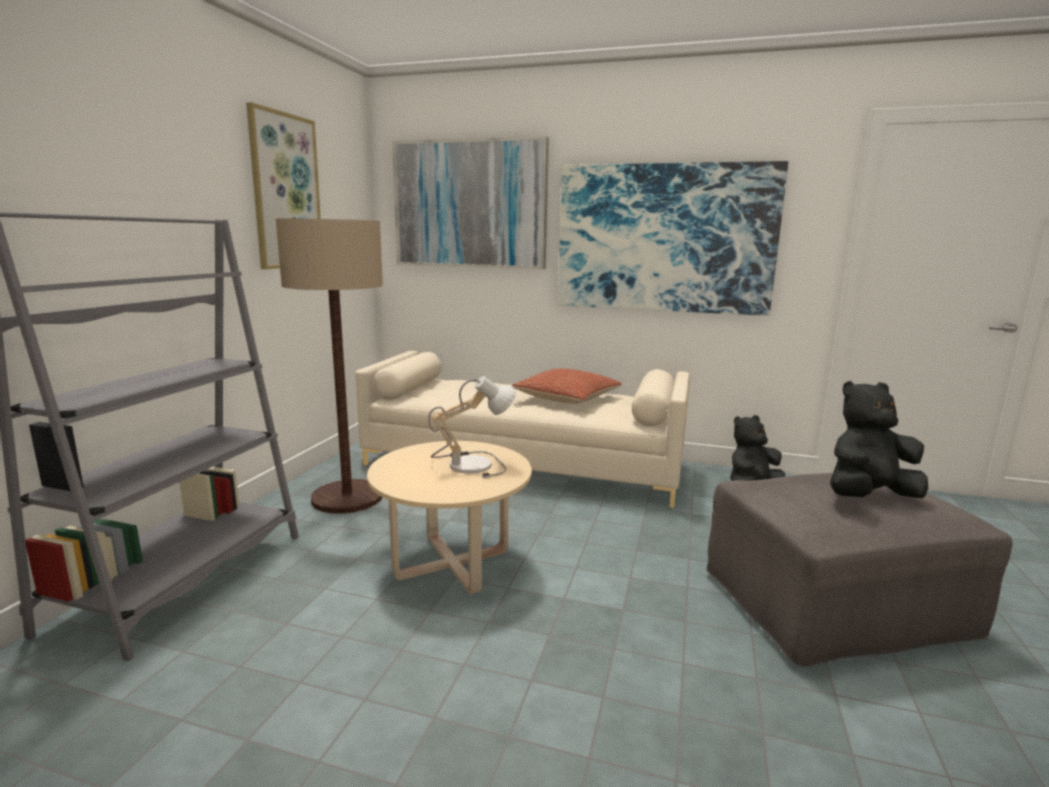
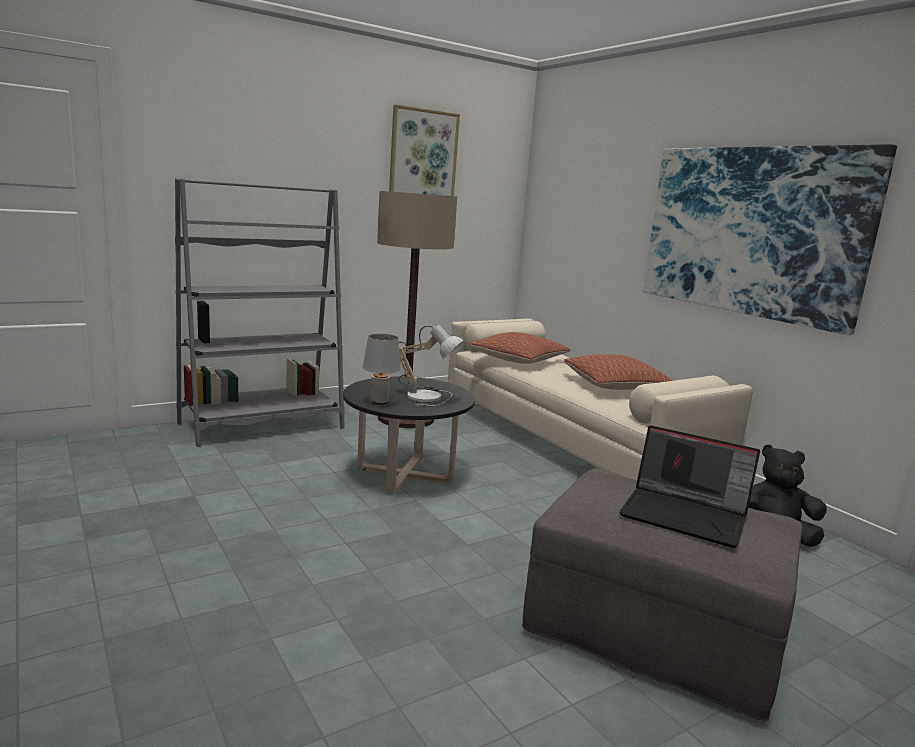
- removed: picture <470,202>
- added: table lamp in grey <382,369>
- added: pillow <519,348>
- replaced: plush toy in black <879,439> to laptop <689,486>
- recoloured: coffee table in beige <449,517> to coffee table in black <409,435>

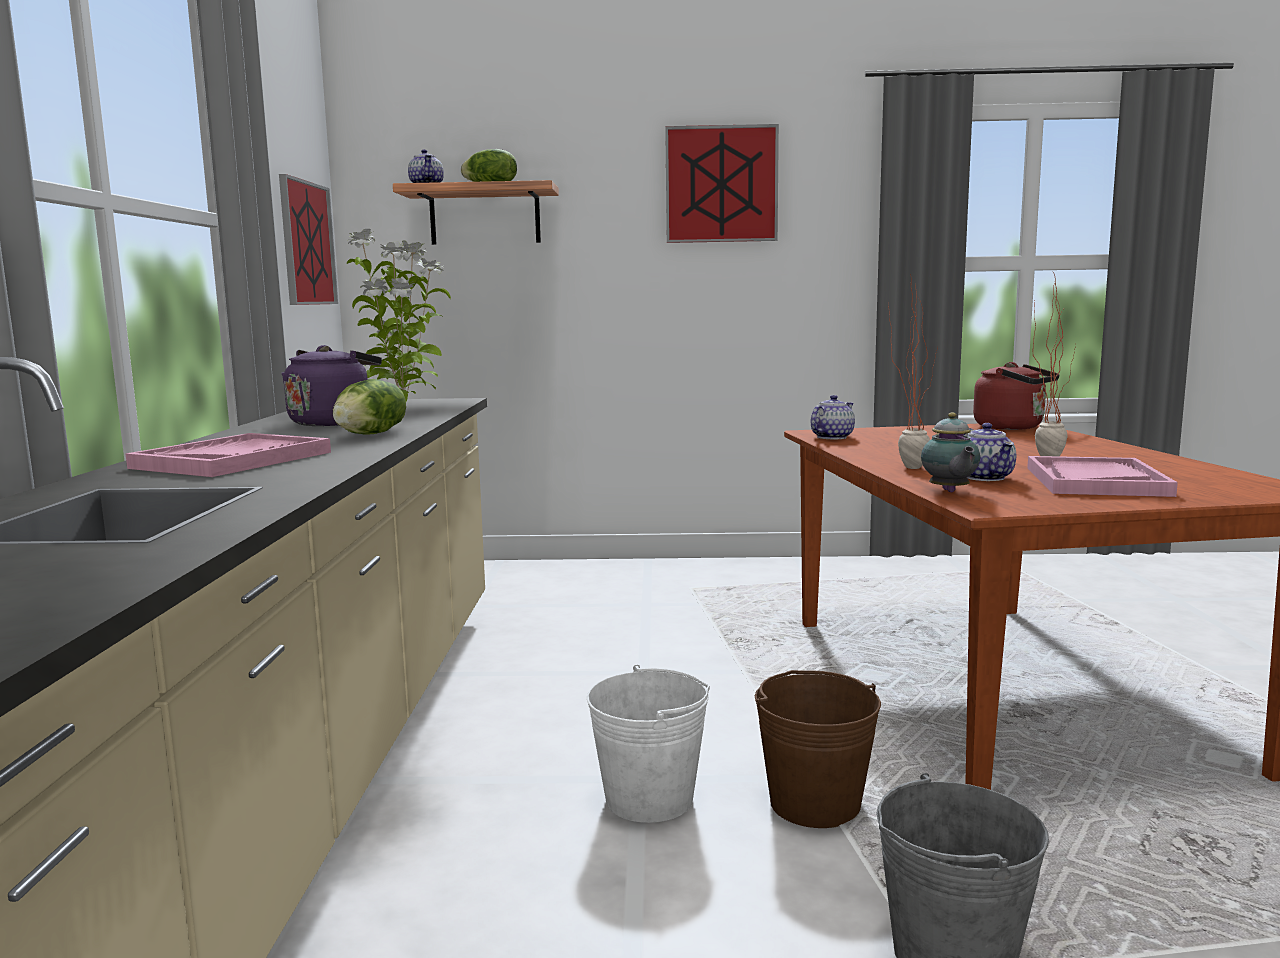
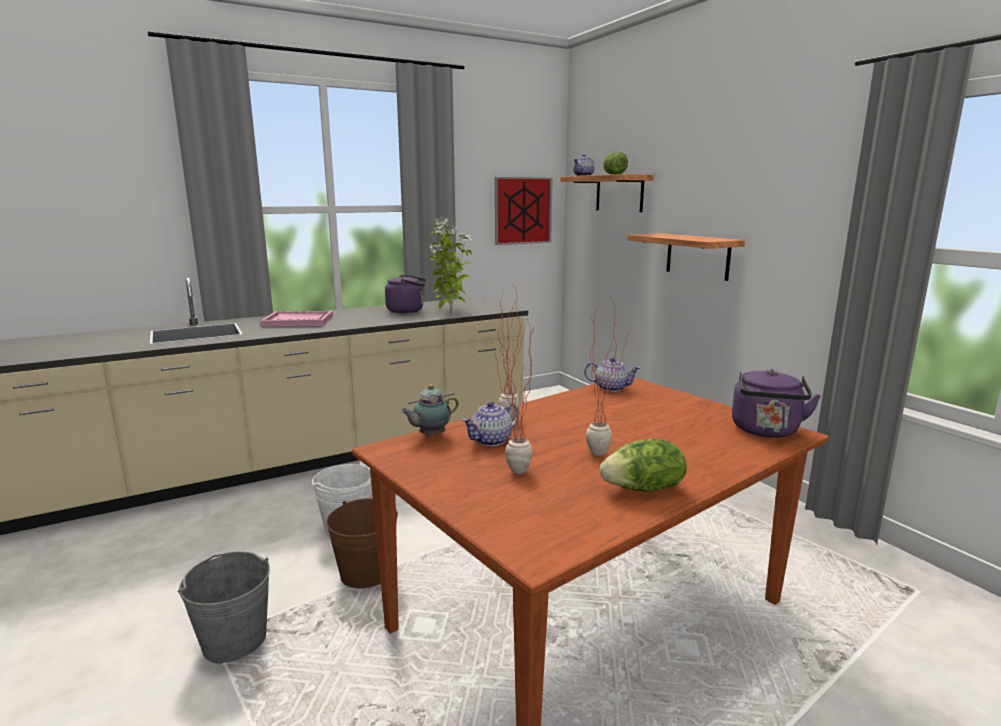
- removed: picture <722,183>
- added: shelf <686,257>
- moved: lettuce <369,407> to <643,465>
- replaced: tray in pink <1102,476> to potted plant <513,390>
- recoloured: kettle in red <1016,396> to kettle in purple <776,403>

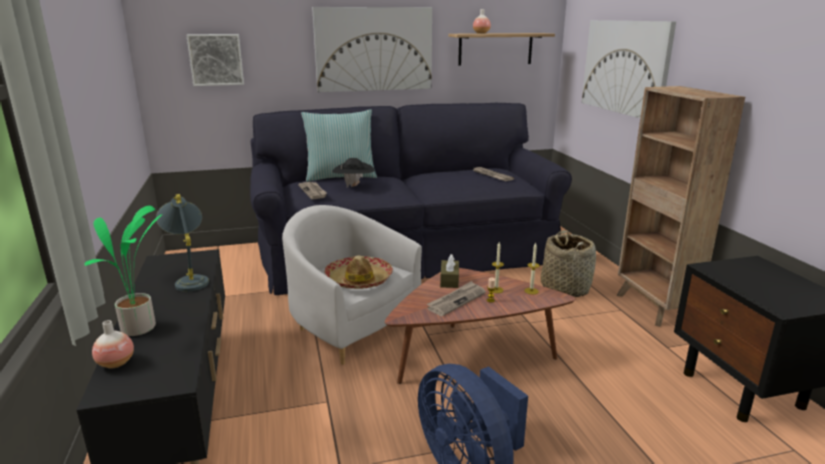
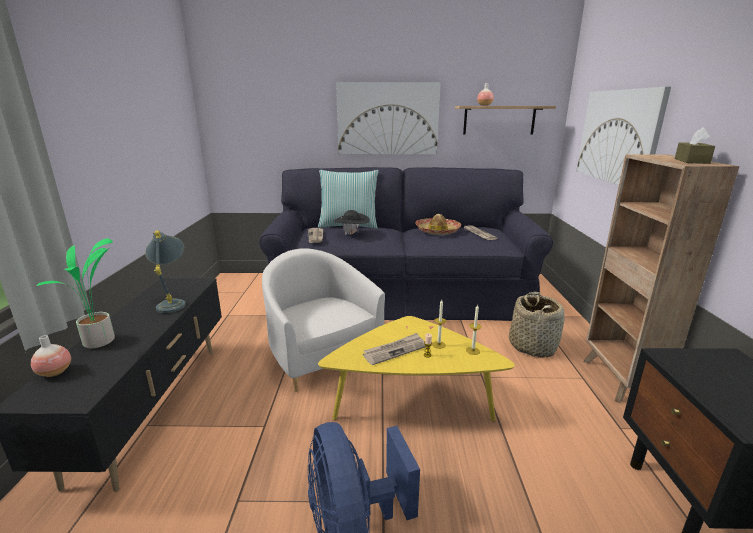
- removed: picture <215,60>
- moved: hat <358,272> to <438,224>
- moved: tissue box in brown <449,271> to <695,145>
- recoloured: coffee table in brown <480,326> to coffee table in yellow <416,368>

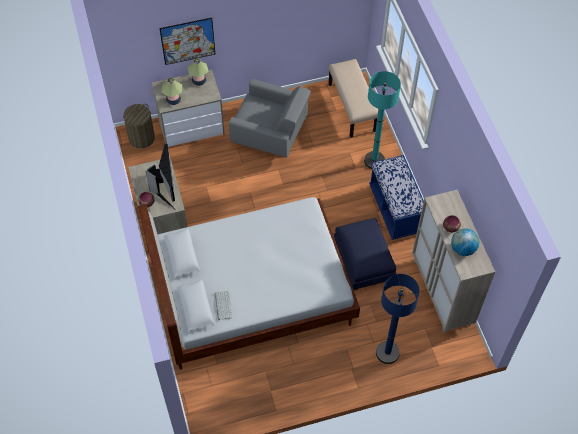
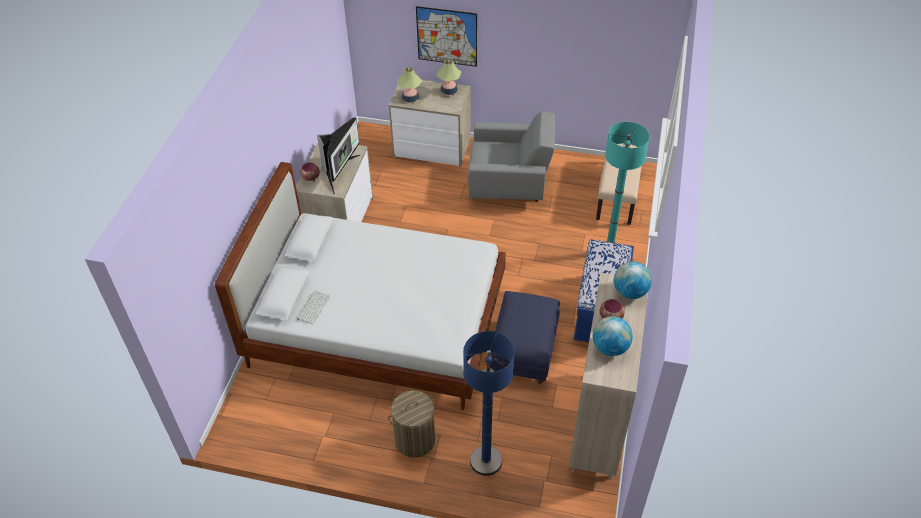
- added: globe <633,280>
- moved: laundry basket <139,126> to <412,424>
- turned: armchair in grey <270,118> = <511,157> 45 degrees counterclockwise

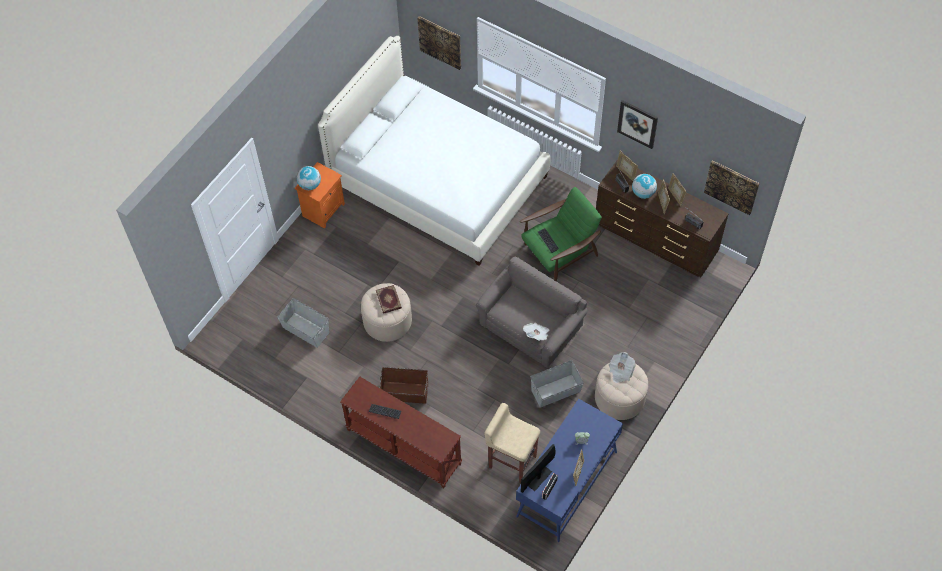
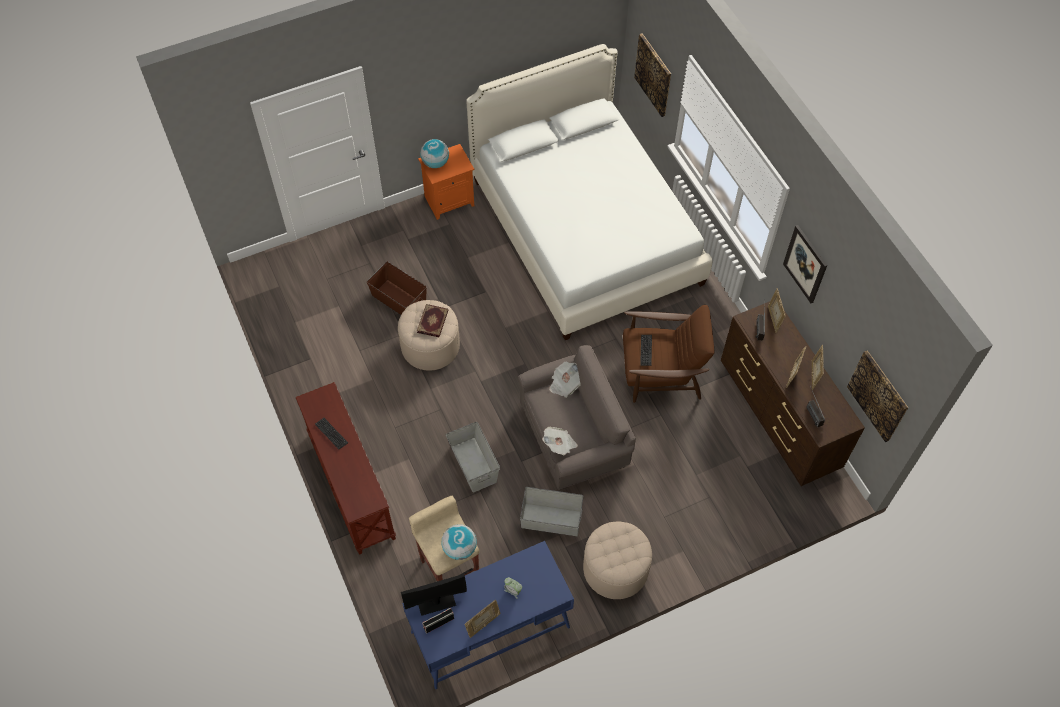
- moved: storage box in grey <303,323> to <473,457>
- moved: storage box in brown <403,385> to <396,288>
- moved: newspaper <622,367> to <565,380>
- moved: globe <644,186> to <459,542>
- recoloured: armchair in green <561,234> to armchair in brown <668,354>

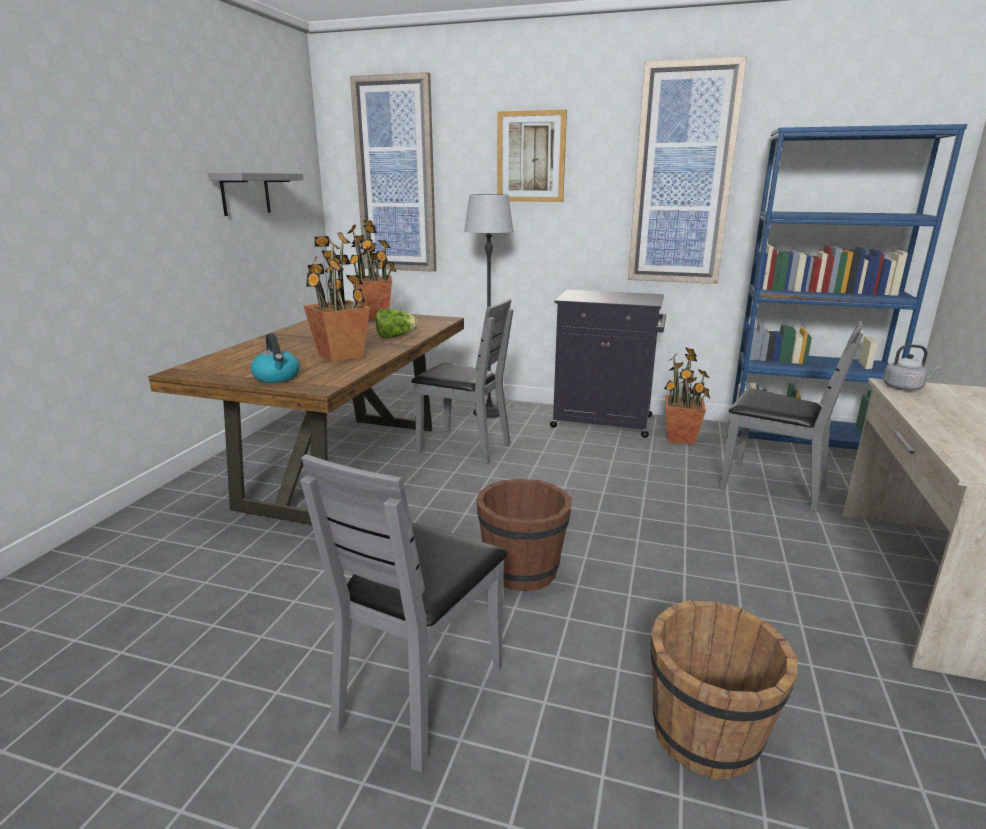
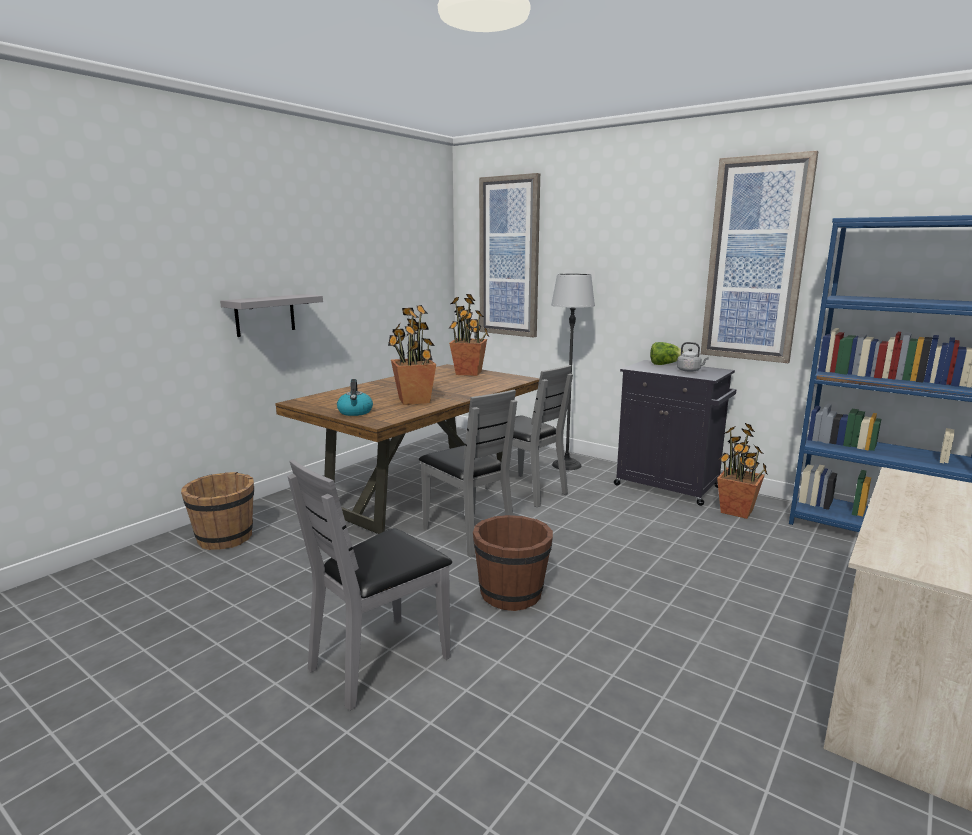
- removed: picture <532,156>
- moved: shelf in grey <256,194> to <271,315>
- moved: lettuce <396,323> to <667,353>
- moved: bucket in brown <723,689> to <217,511>
- moved: chair in grey <791,416> to <468,474>
- moved: kettle in grey <912,367> to <693,357>

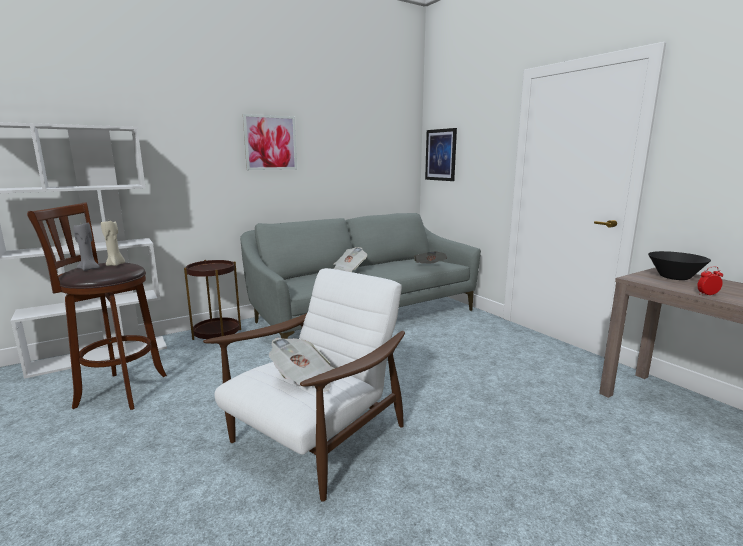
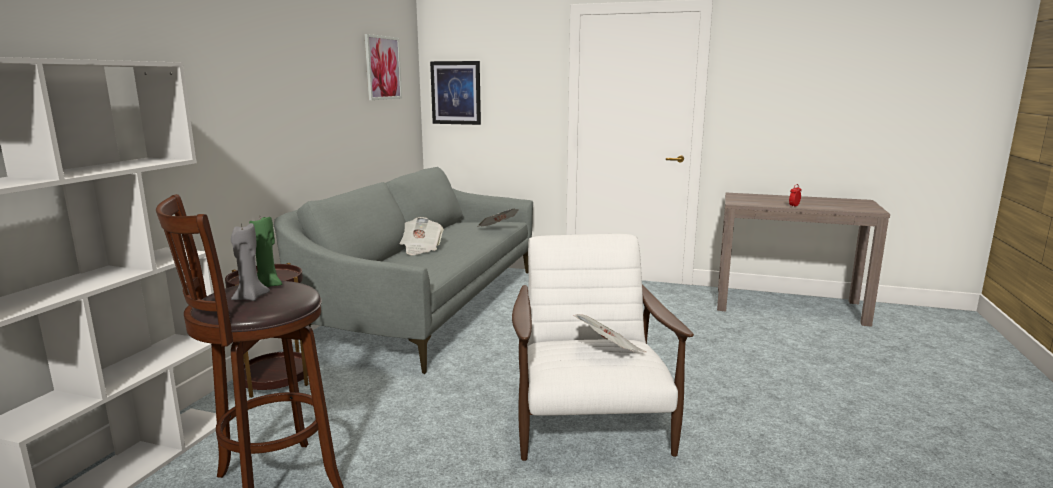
- removed: bowl in black <679,265>
- moved: picture <270,142> to <383,67>
- recoloured: candle in beige <113,243> to candle in green <265,252>

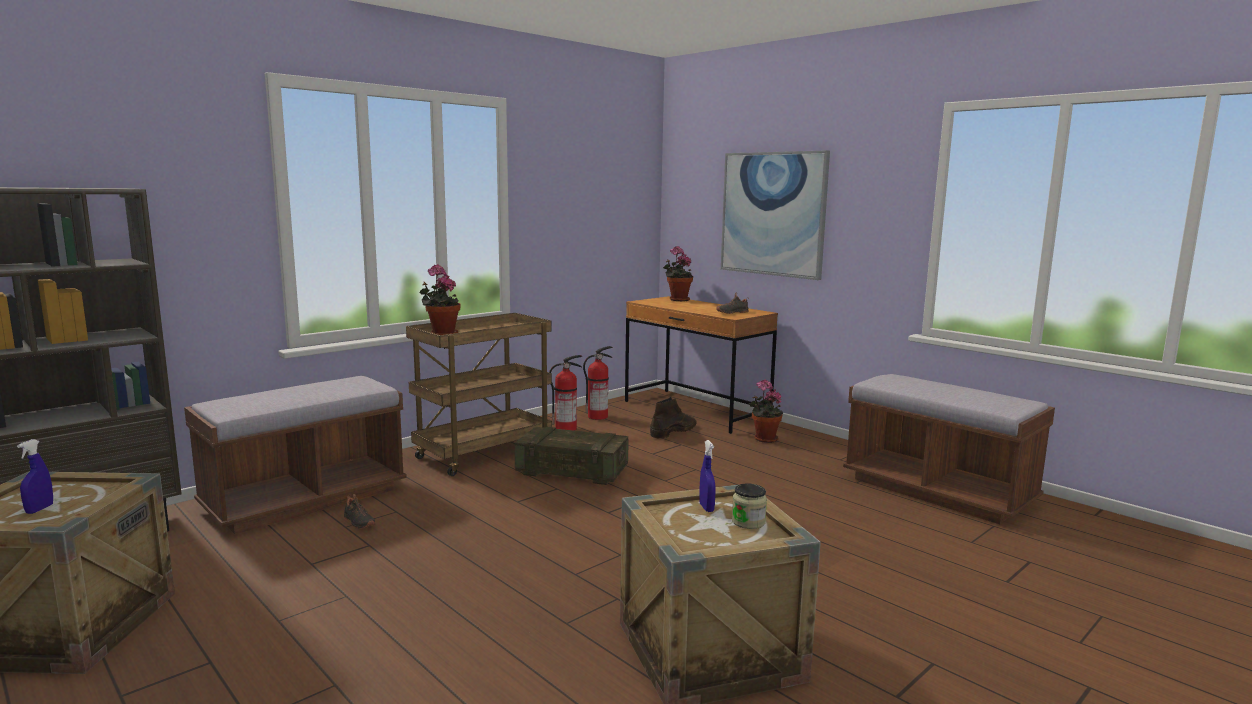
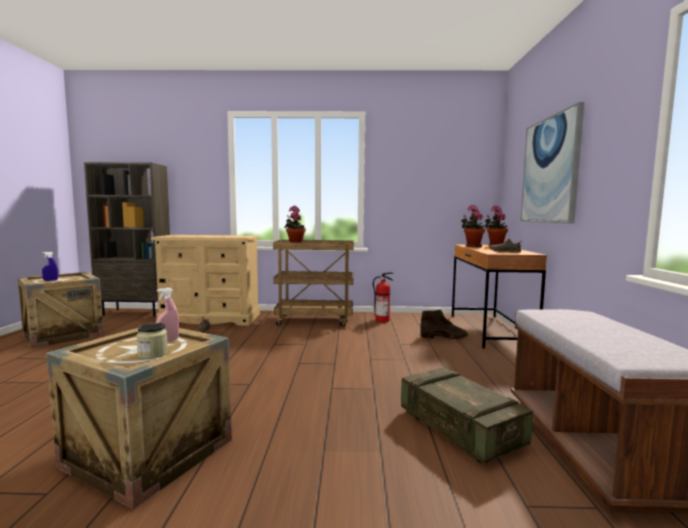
- removed: fire extinguisher <598,383>
- moved: crate <571,456> to <467,415>
- moved: potted plant <766,411> to <473,226>
- replaced: bench in brown <295,455> to dresser in beige <205,280>
- recoloured: spray bottle in blue <707,476> to spray bottle in pink <167,315>

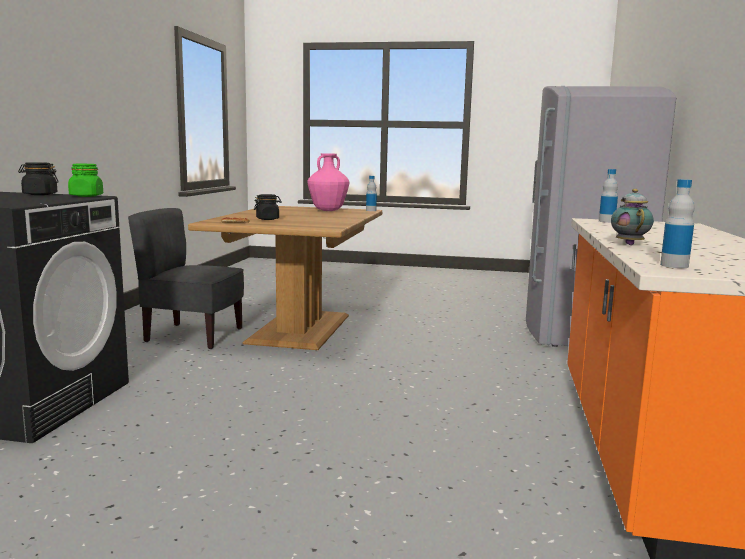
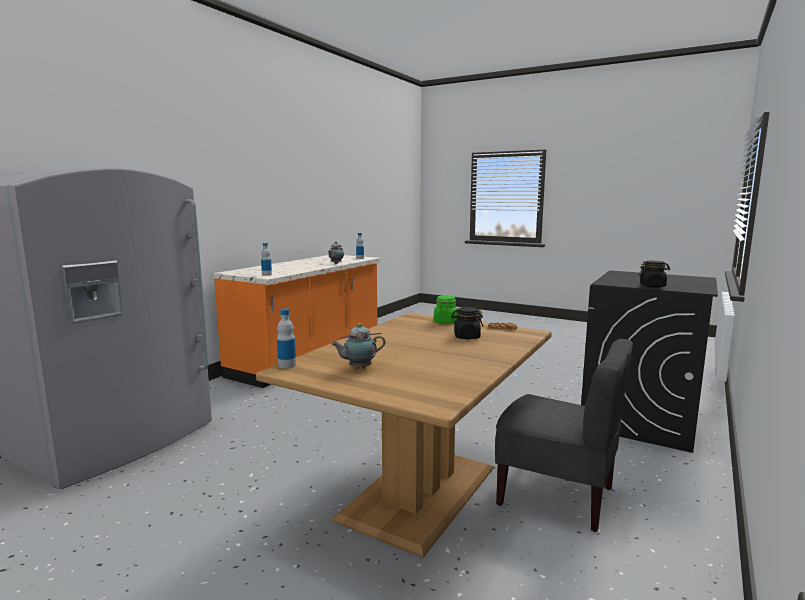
- moved: jar in green <85,180> to <446,309>
- replaced: vase in pink <328,182> to teapot <358,346>

